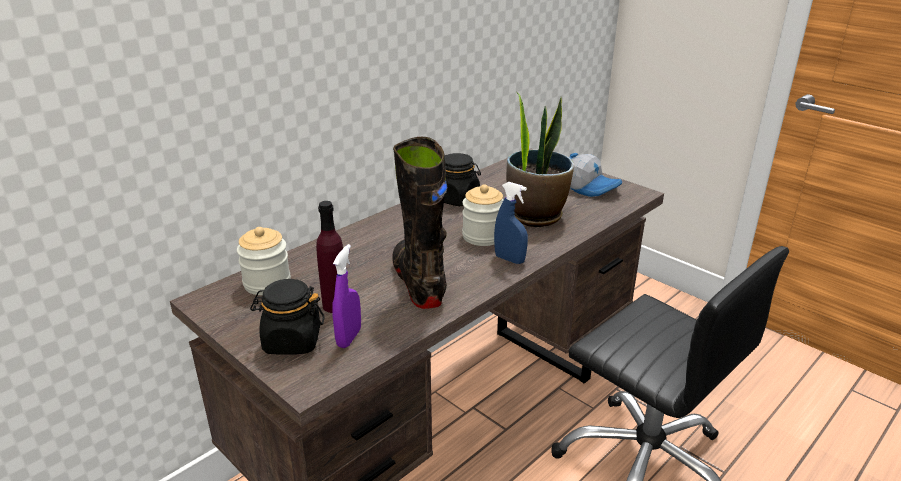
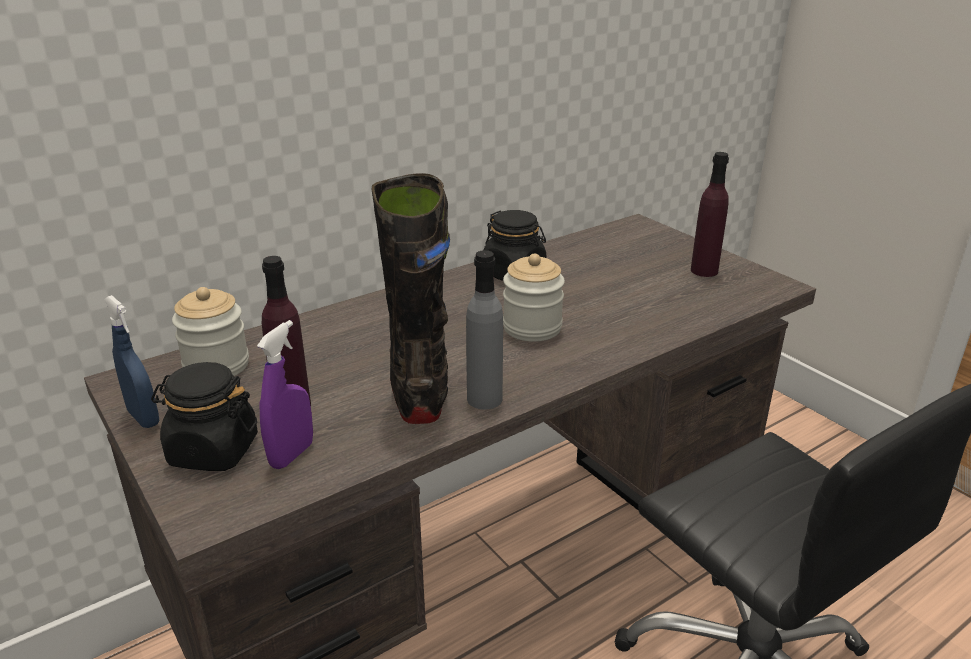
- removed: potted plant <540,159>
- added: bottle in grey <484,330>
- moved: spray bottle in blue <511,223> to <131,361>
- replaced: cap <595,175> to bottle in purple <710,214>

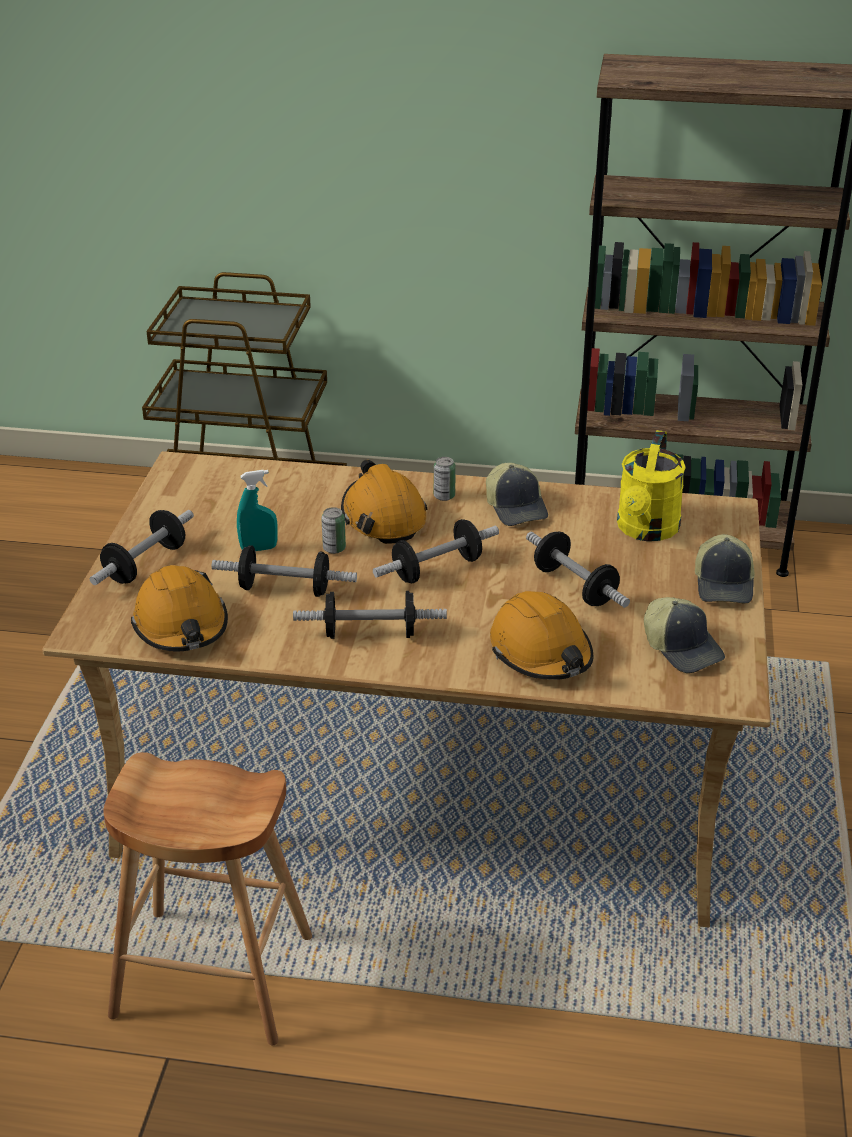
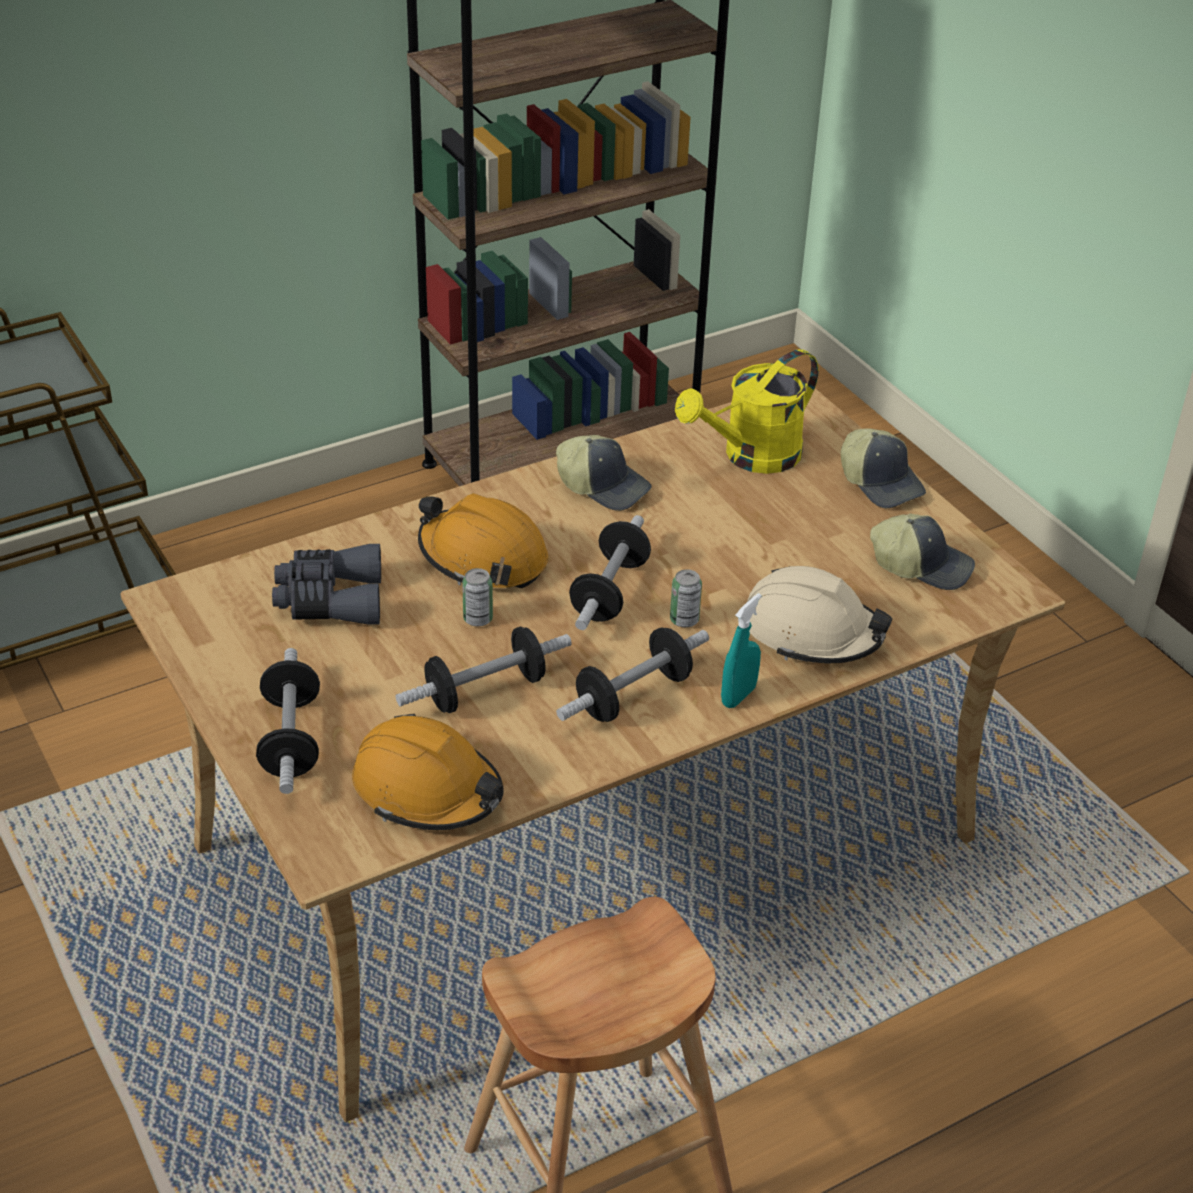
- removed: dumbbell <578,570>
- added: binoculars in grey <326,584>
- moved: spray bottle in turquoise <257,510> to <741,650>
- moved: can <445,479> to <686,598>
- recoloured: hard hat in orange <542,635> to hard hat in beige <819,615>
- turned: watering can in yellow <651,485> = <747,411> 75 degrees clockwise

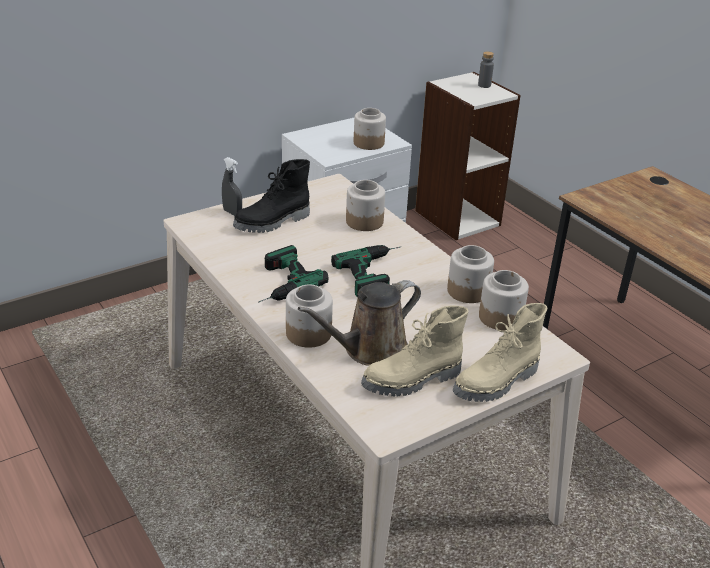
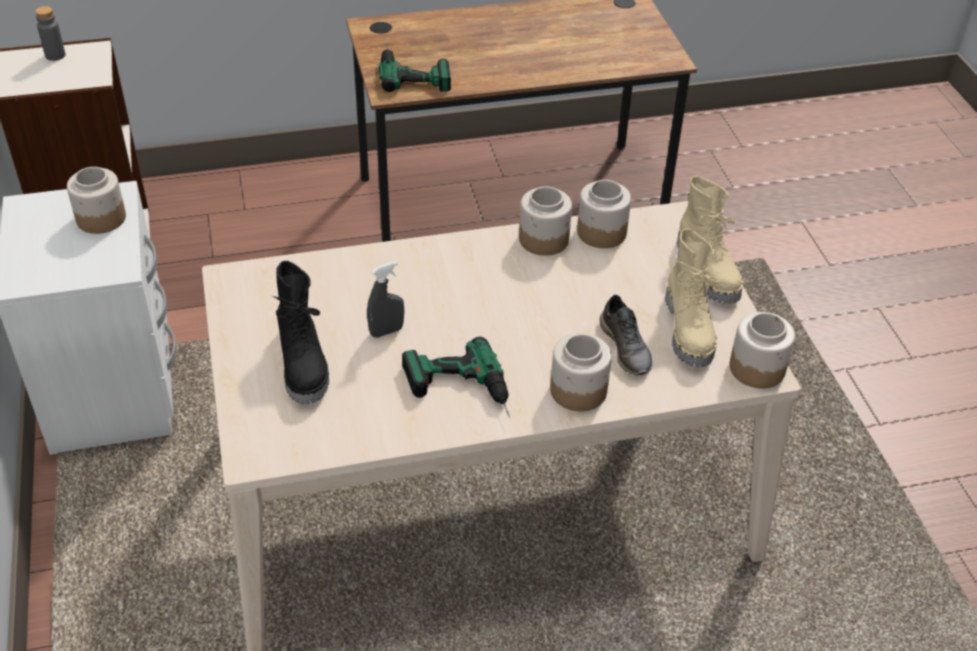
- moved: spray bottle in grey <232,186> to <385,299>
- moved: power drill <366,271> to <415,68>
- moved: jar <365,205> to <762,350>
- replaced: watering can in brown <359,323> to shoe in grey <626,335>

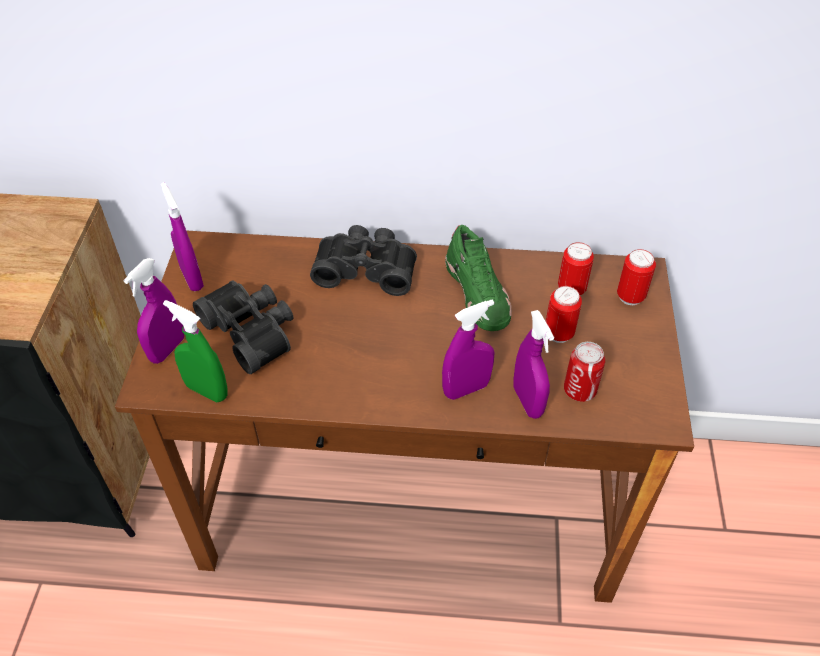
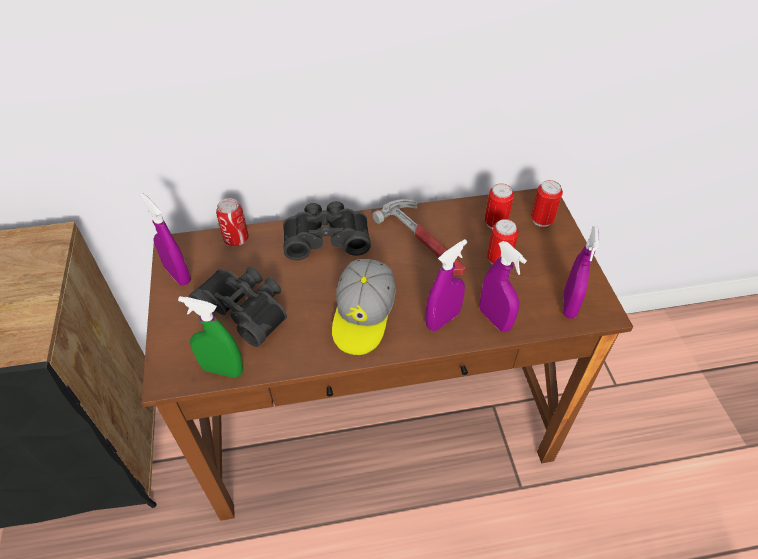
- added: cap <364,307>
- moved: spray bottle in purple <153,311> to <581,272>
- moved: can <584,372> to <232,222>
- replaced: shoe in green <478,278> to hammer <419,237>

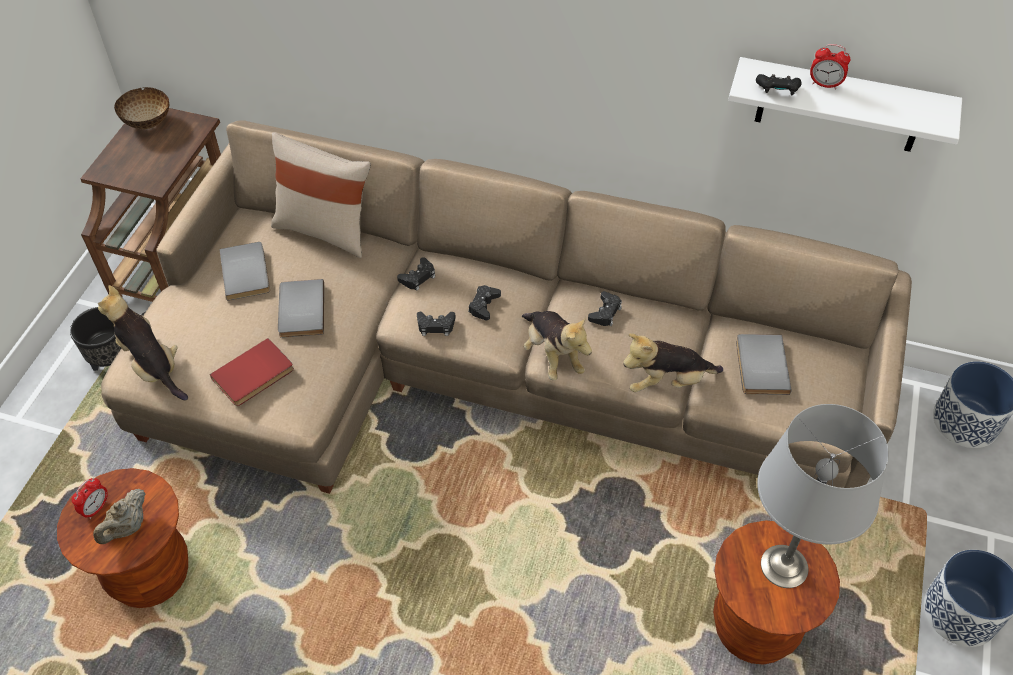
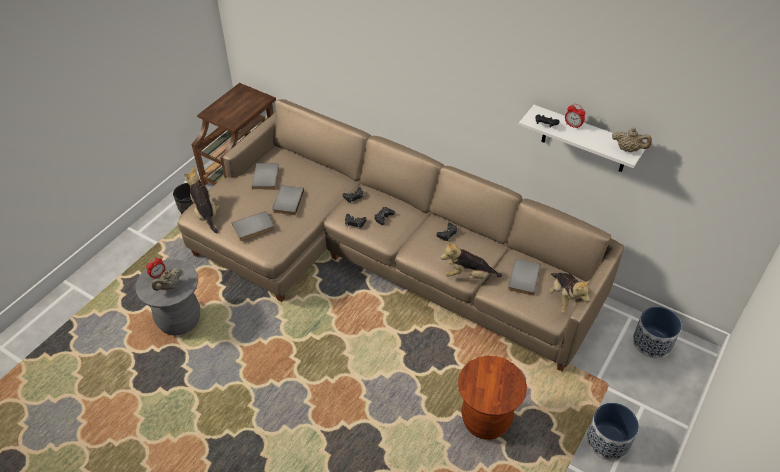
- removed: bowl <141,108>
- removed: pillow in beige <321,195>
- removed: table lamp in grey <823,496>
- added: teapot in beige <632,140>
- moved: plush toy <557,345> to <569,293>
- recoloured: stool in brown <122,538> to stool in grey <167,297>
- recoloured: book in red <252,372> to book in grey <253,226>

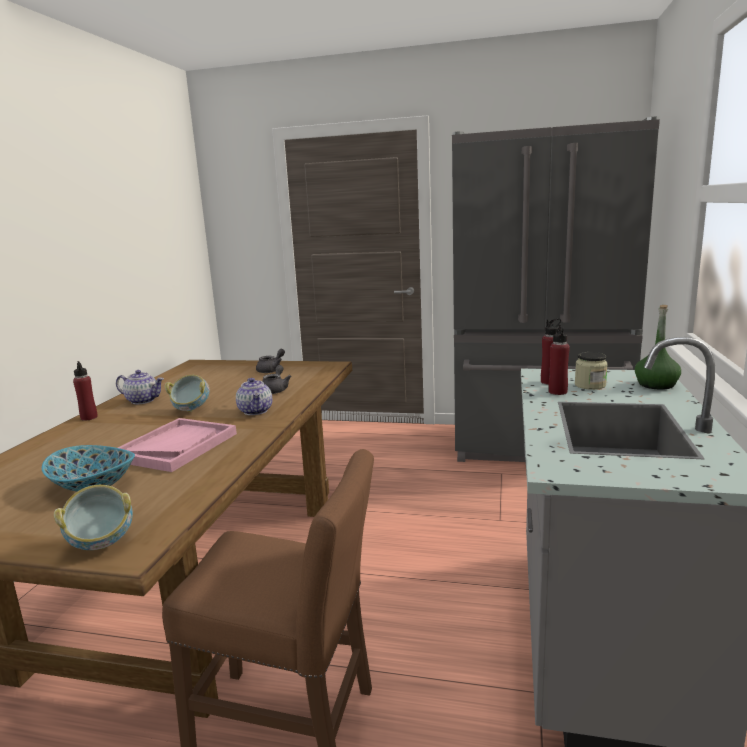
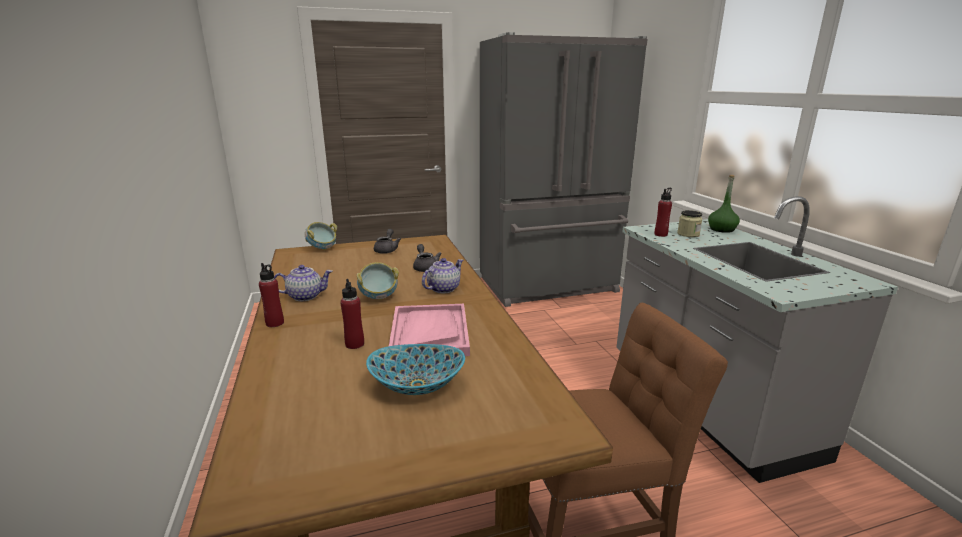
- moved: bowl <93,517> to <321,236>
- moved: bottle in red <559,360> to <352,314>
- turned: teapot <254,396> = <442,275> 90 degrees counterclockwise

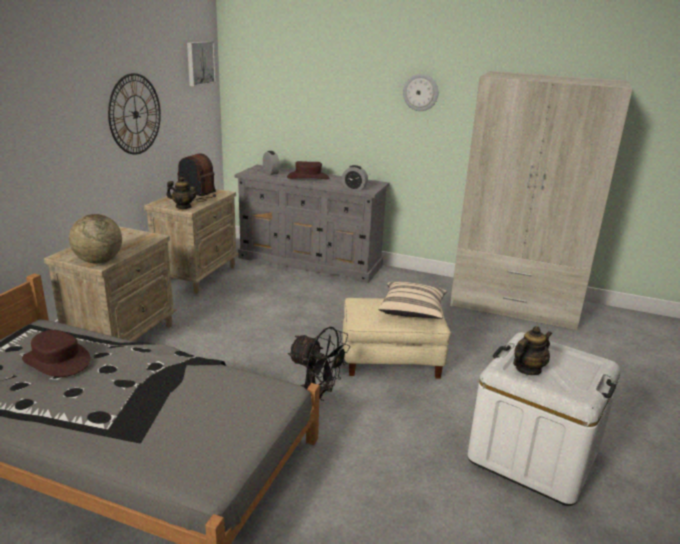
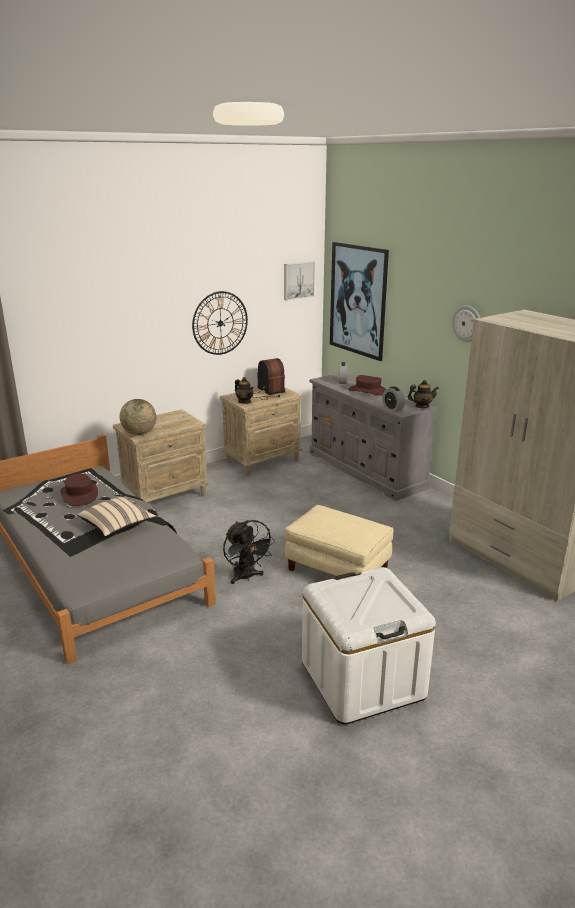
- added: picture <359,301>
- moved: pillow in beige <412,300> to <117,516>
- moved: teapot <532,350> to <423,394>

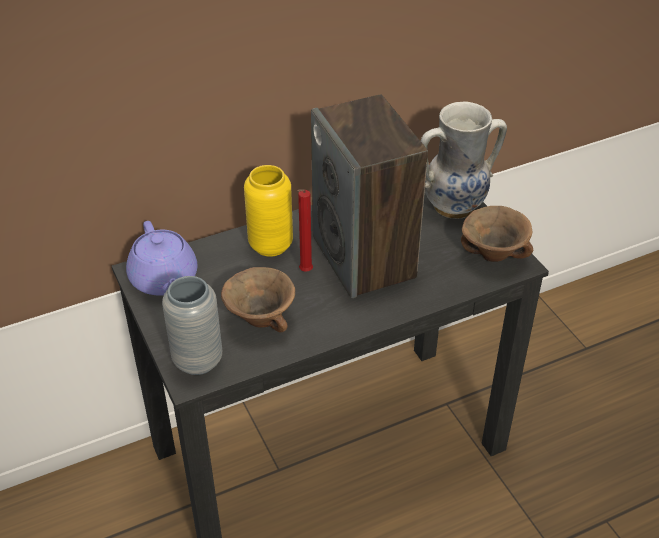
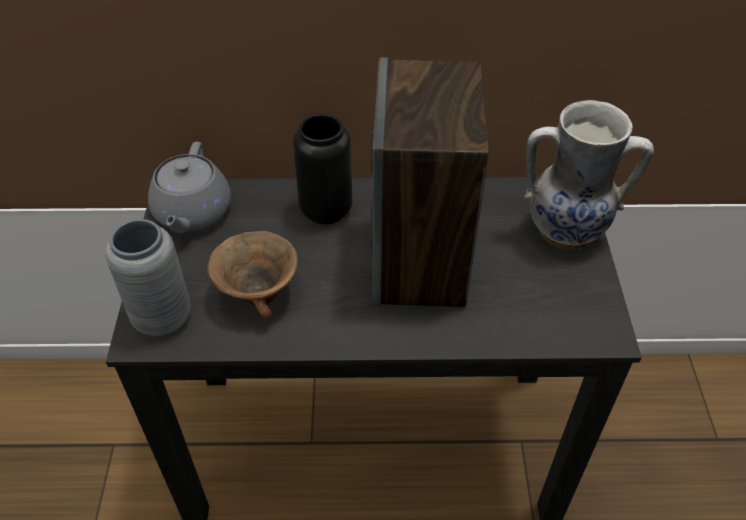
- removed: candle in red <305,231>
- removed: bowl in brown <497,234>
- recoloured: teapot in purple <162,258> to teapot in grey <189,187>
- recoloured: vase in yellow <268,211> to vase in black <323,169>

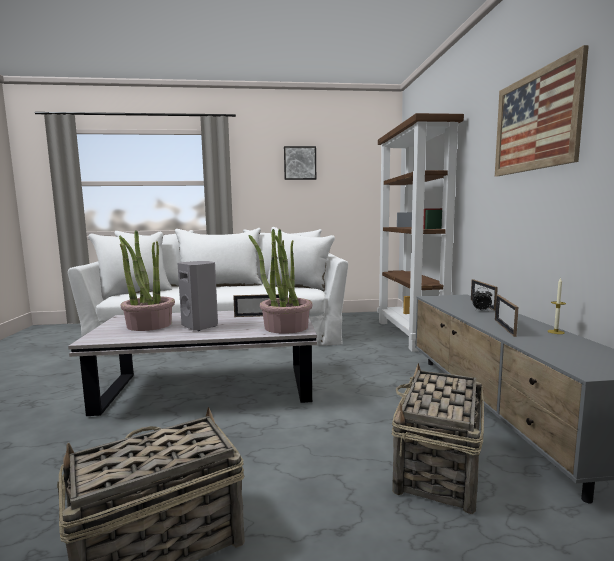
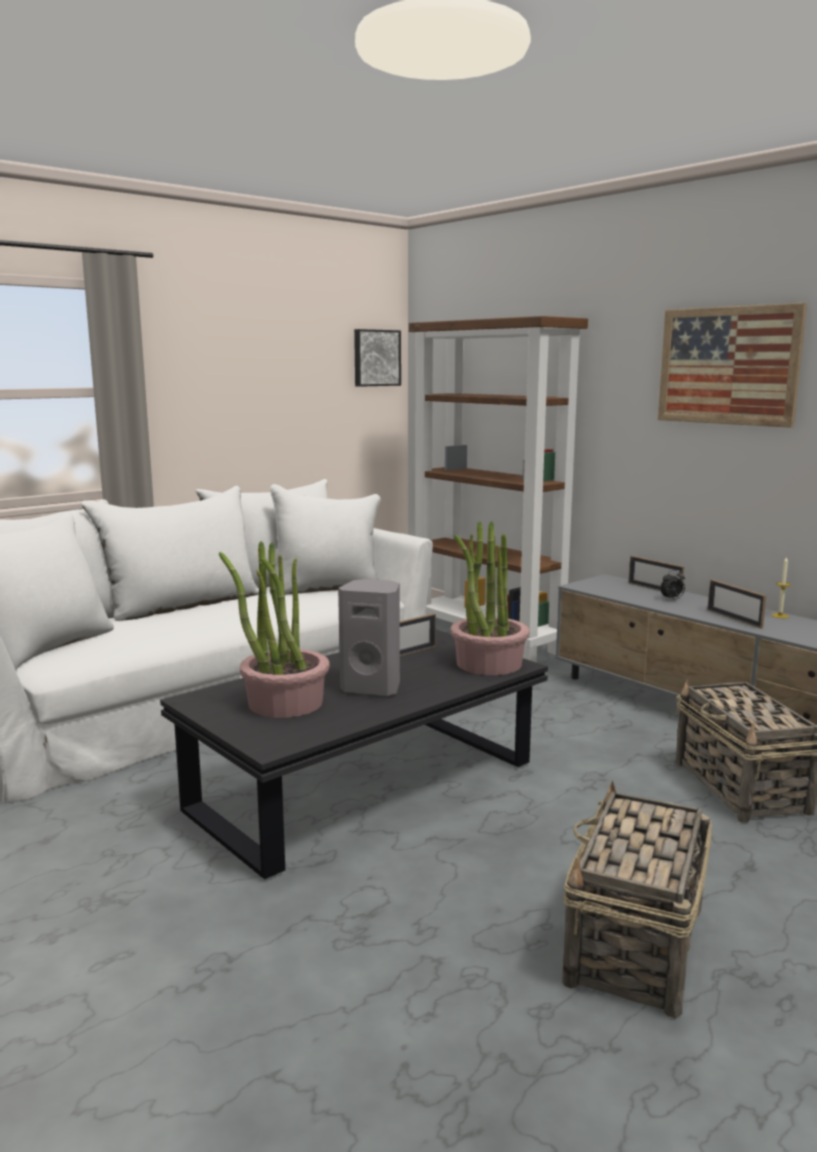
- moved: picture <300,163> to <377,358>
- recoloured: coffee table in white <192,363> to coffee table in black <354,754>

